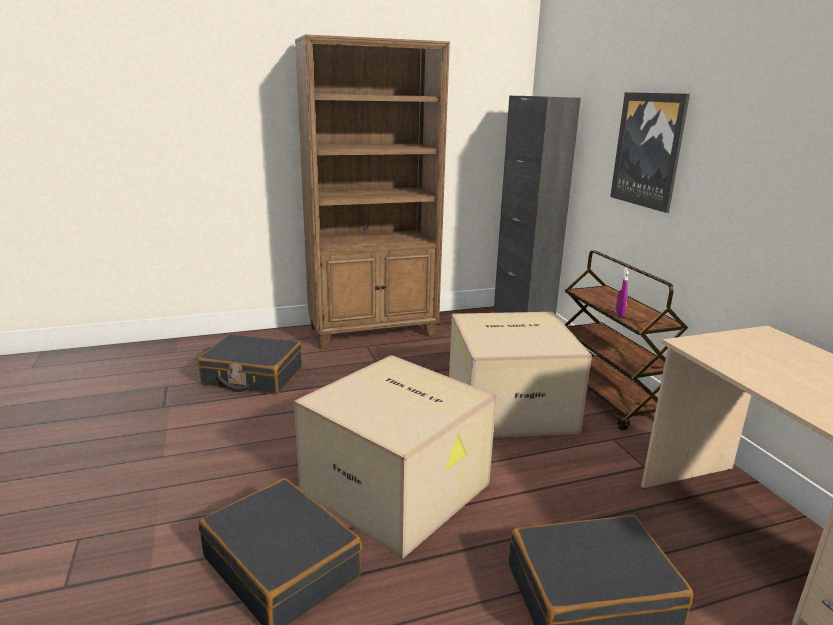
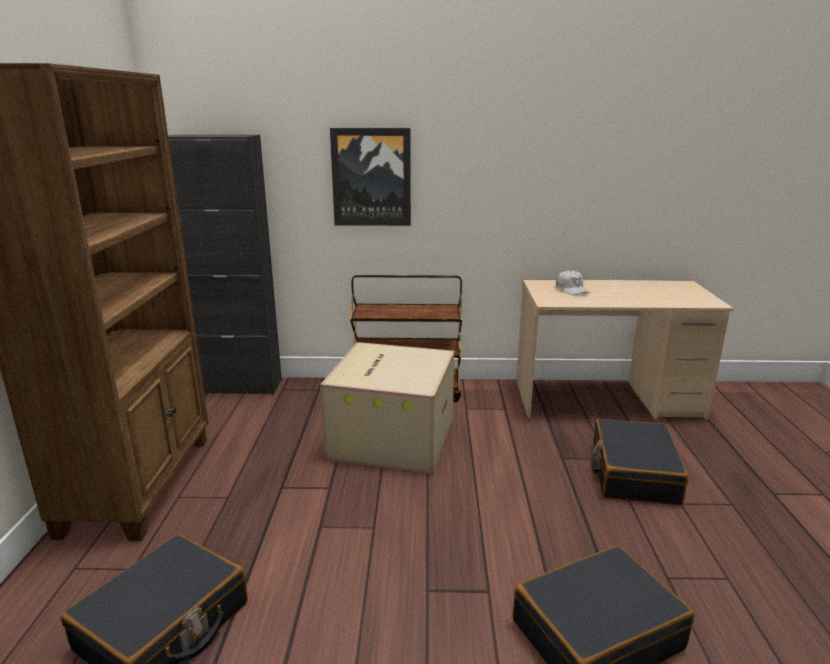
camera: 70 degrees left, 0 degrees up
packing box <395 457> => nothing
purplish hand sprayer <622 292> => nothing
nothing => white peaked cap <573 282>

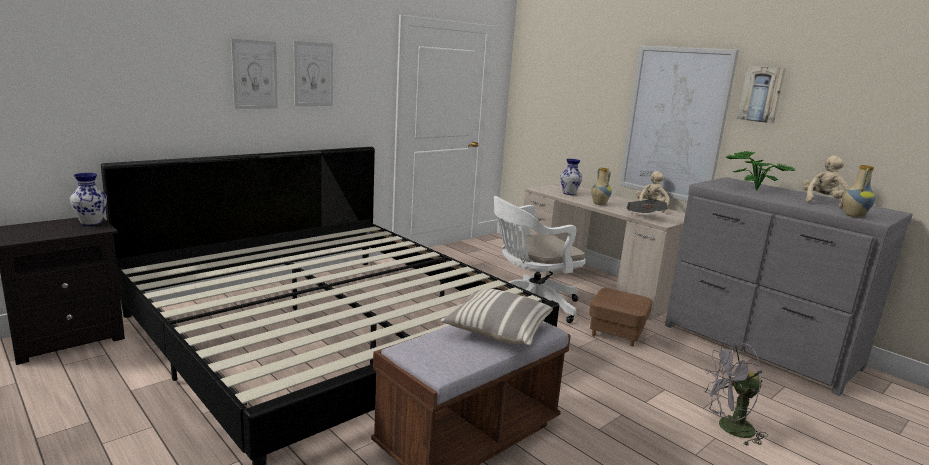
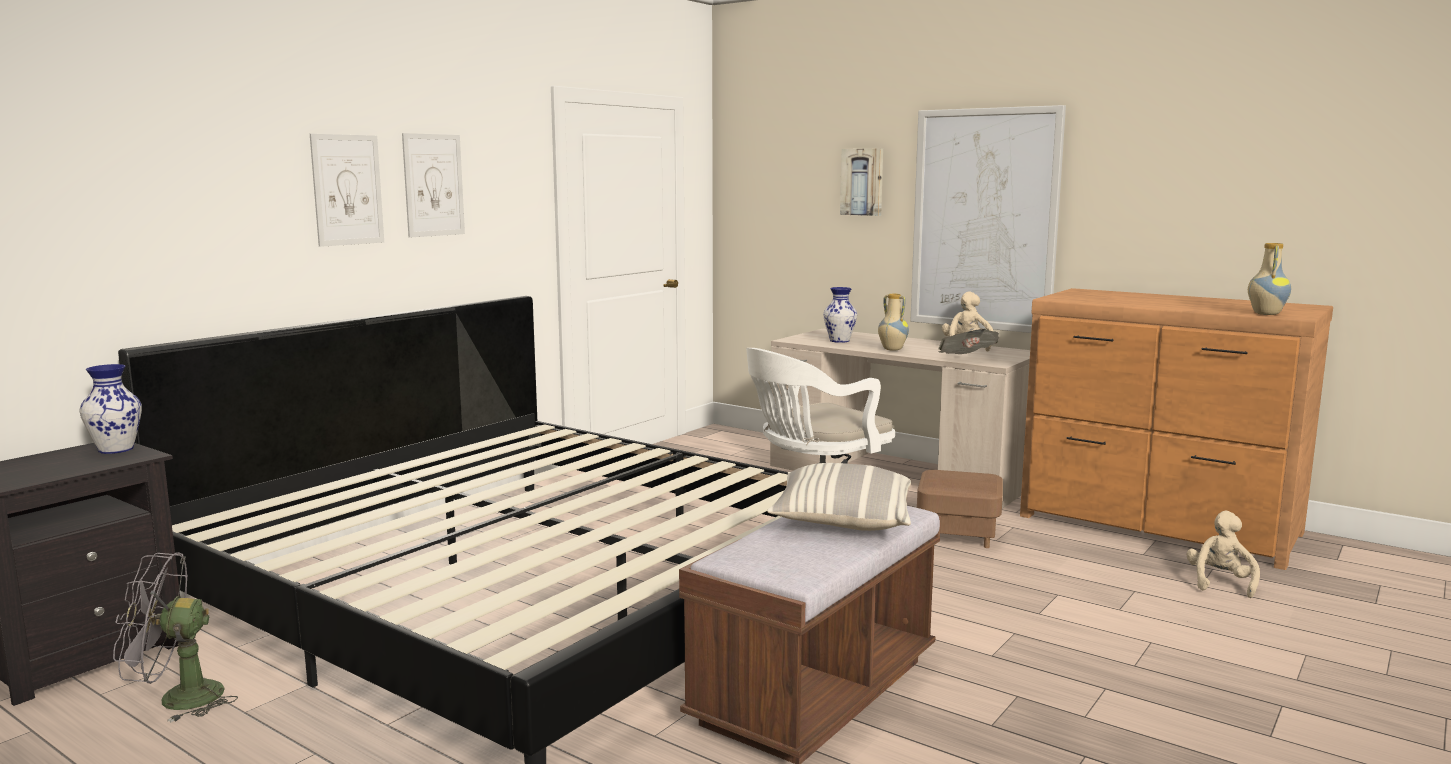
camera: 10 degrees left, 5 degrees down
gray dresser <788 286> => brown-coloured dresser <1176 429>
gray cooling fan <736 394> => gray cooling fan <175 637>, shifted
houseplant <760 170> => nothing
picture <761 95> => picture <861 182>, shifted
beige-coloured plush toy <826 182> => beige-coloured plush toy <1223 554>, shifted

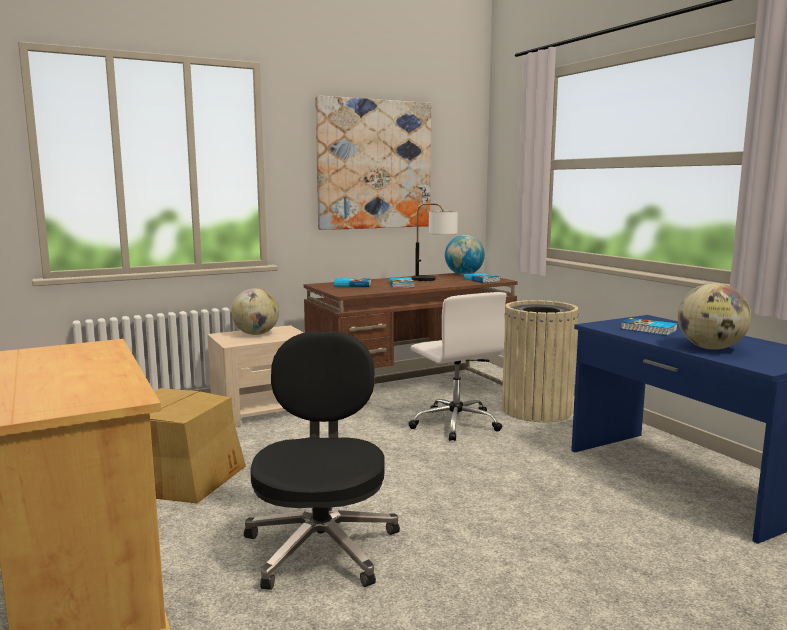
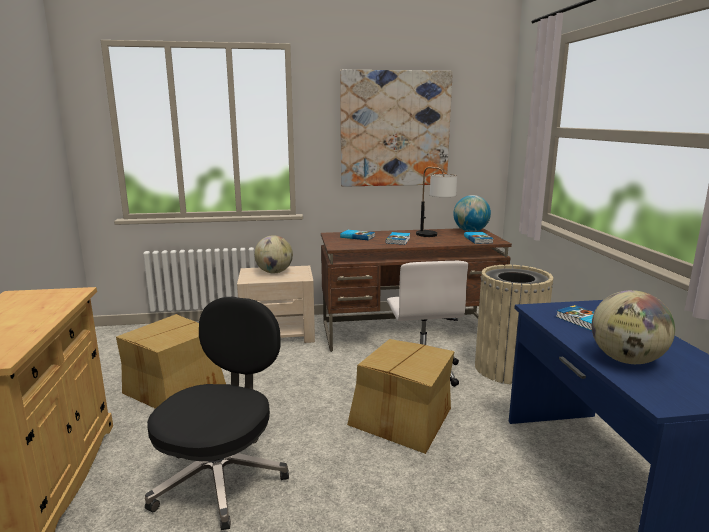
camera: 20 degrees right, 5 degrees up
nothing => packing box <401 396>

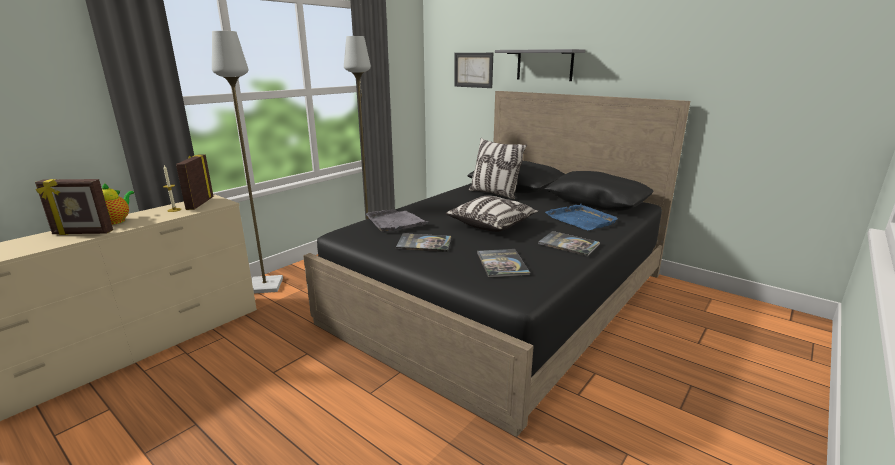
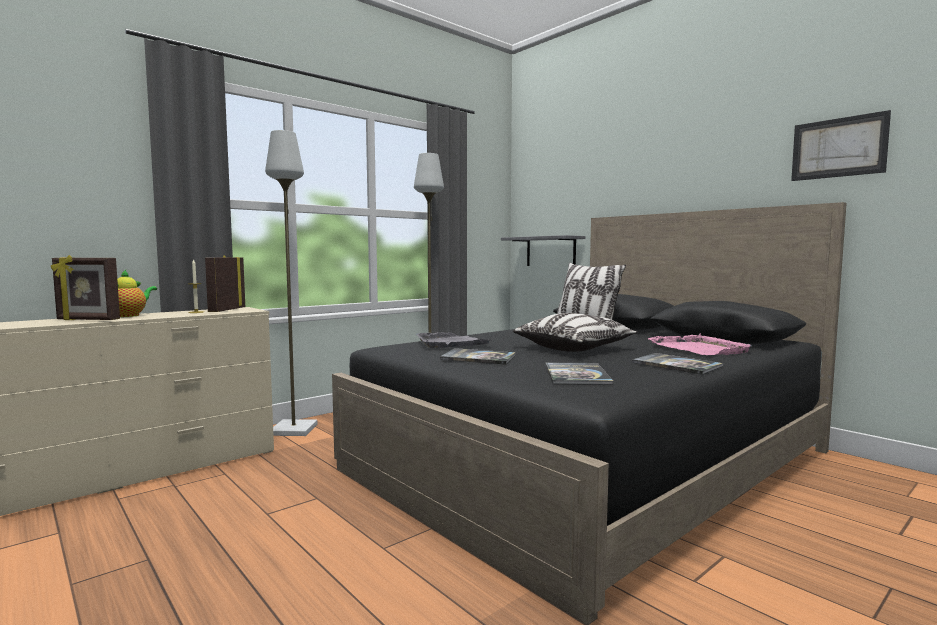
camera: 10 degrees right, 15 degrees down
picture <473 70> => picture <841 145>, shifted
gray shelf <540 65> => gray shelf <543 250>, shifted
blue tray <581 217> => pink tray <699 344>

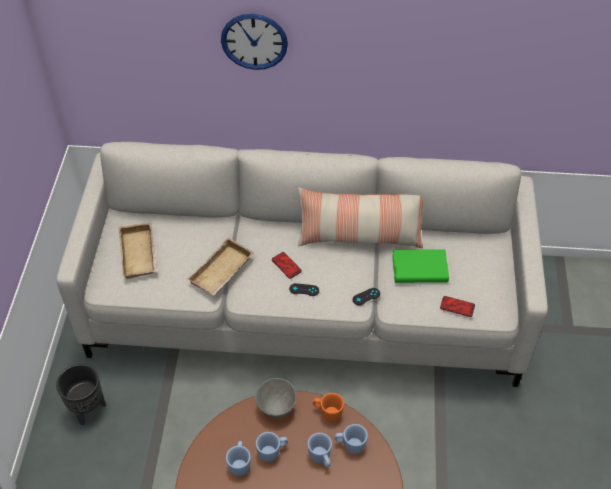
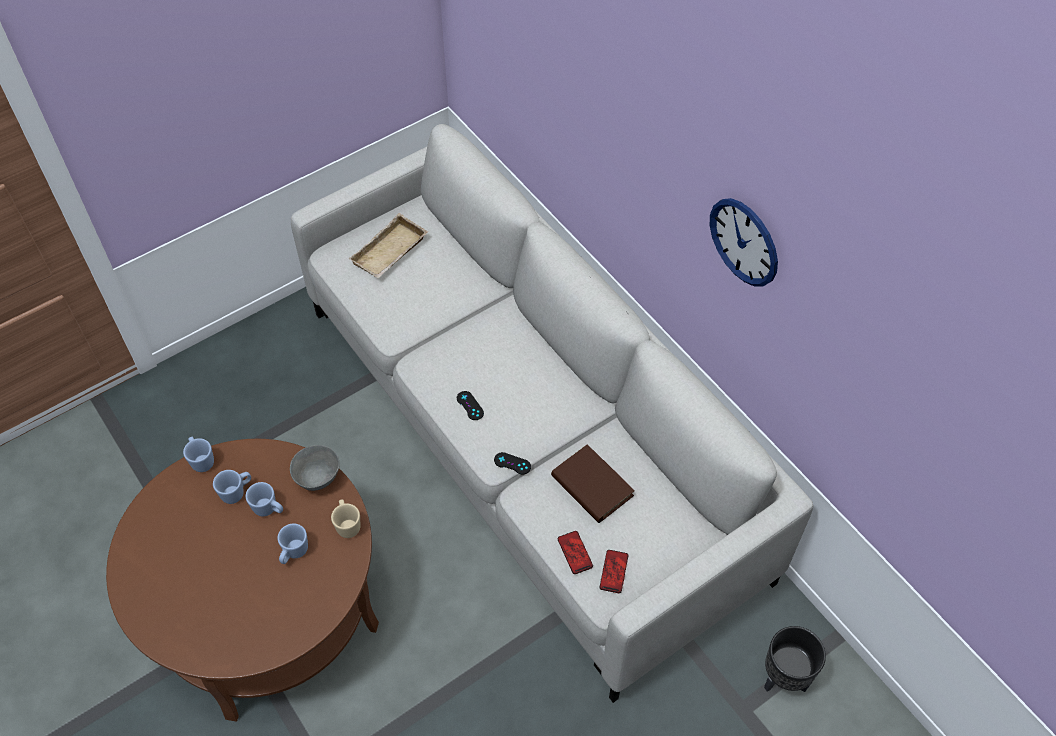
camera: 50 degrees right, 5 degrees up
blackish flower pot <81 394> => blackish flower pot <795 659>, shifted
beige-coloured tray <221 266> => nothing
wall clock <254 42> => wall clock <744 242>, shifted
telephone <287 265> => telephone <613 571>, shifted
pillow <360 217> => nothing
orangey coffee mug <328 407> => beige-coloured coffee mug <345 518>
blue coffee mug <351 439> => blue coffee mug <198 454>, shifted
greenish volume <420 266> => brown-coloured volume <593 483>

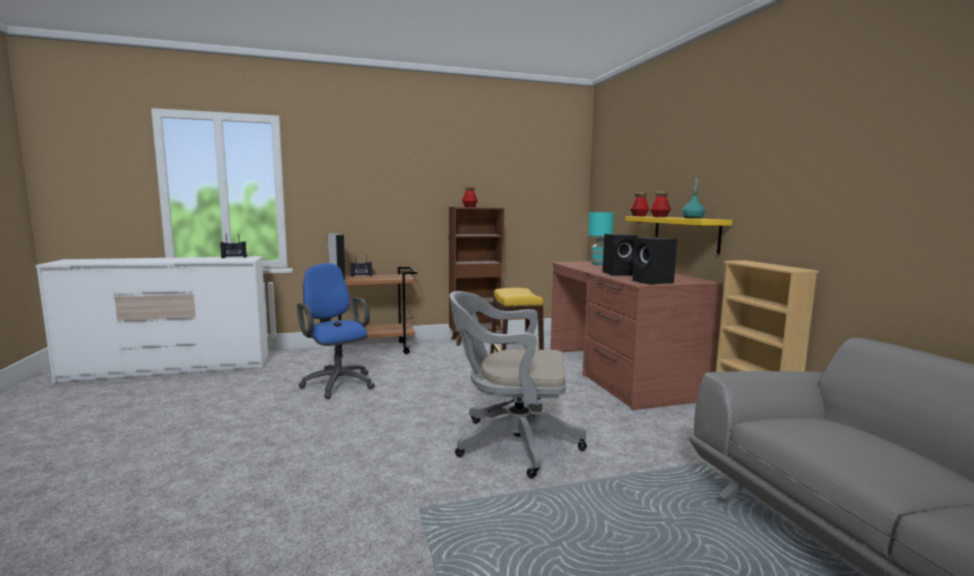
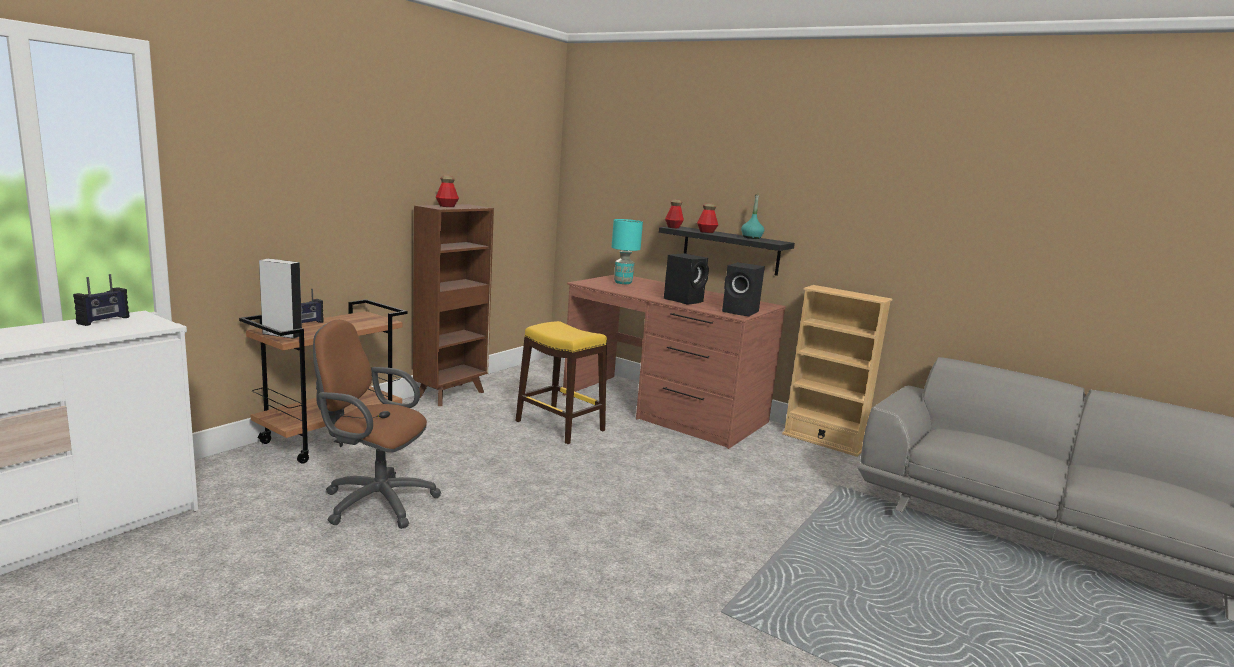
camera: 40 degrees left, 5 degrees up
blue office chair <336 331> => brown-coloured office chair <377 424>
gray office chair <518 385> => nothing
yellow-coloured shelf <678 235> => blackish shelf <727 251>

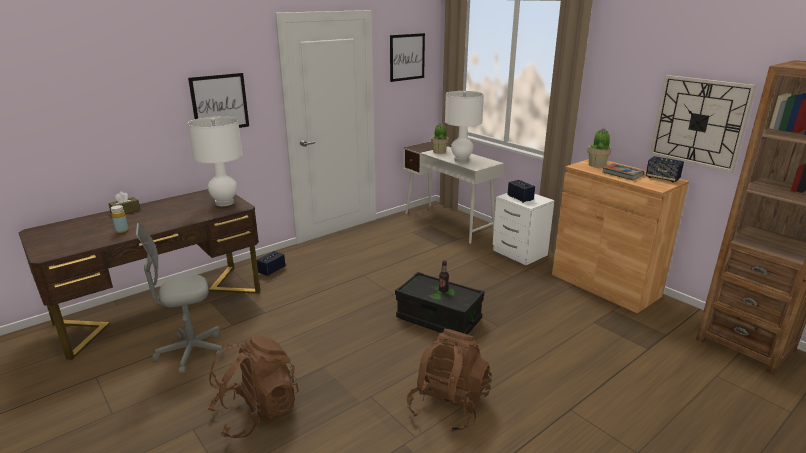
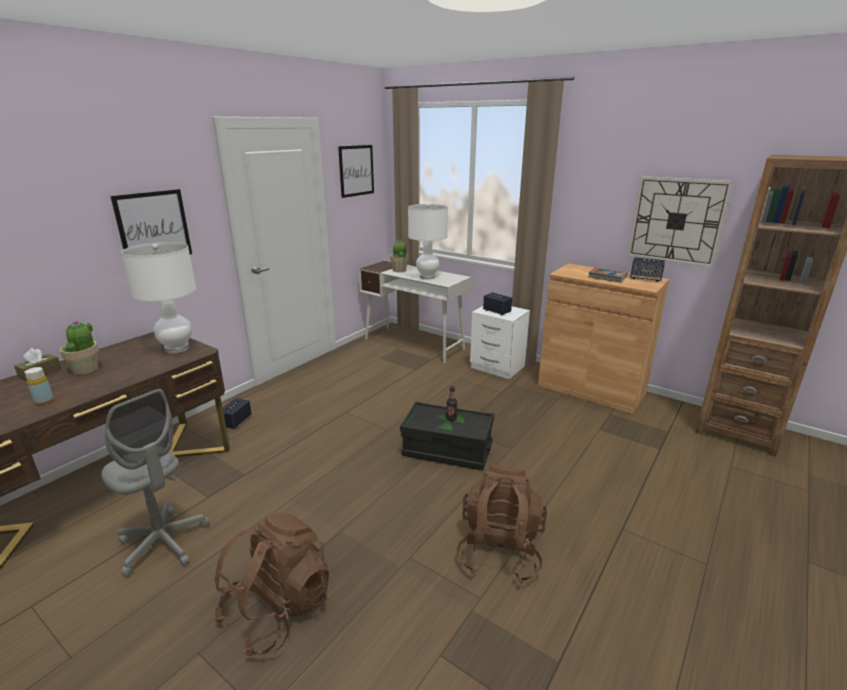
camera: 15 degrees left, 0 degrees up
gray office chair <180 298> => gray office chair <155 483>, 105 degrees counterclockwise
houseplant <599 148> => houseplant <79 347>, shifted

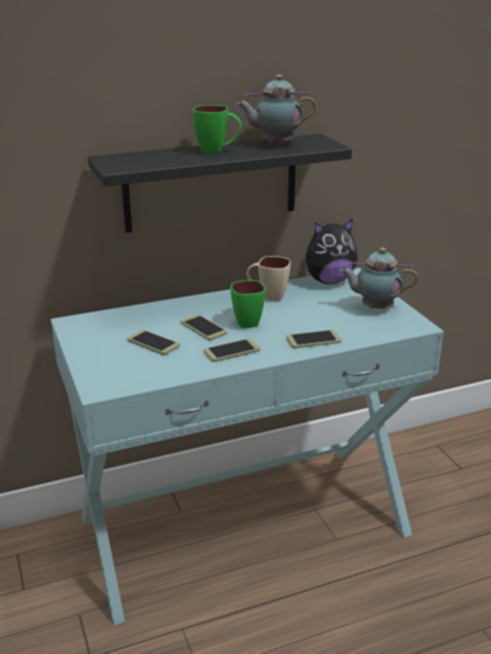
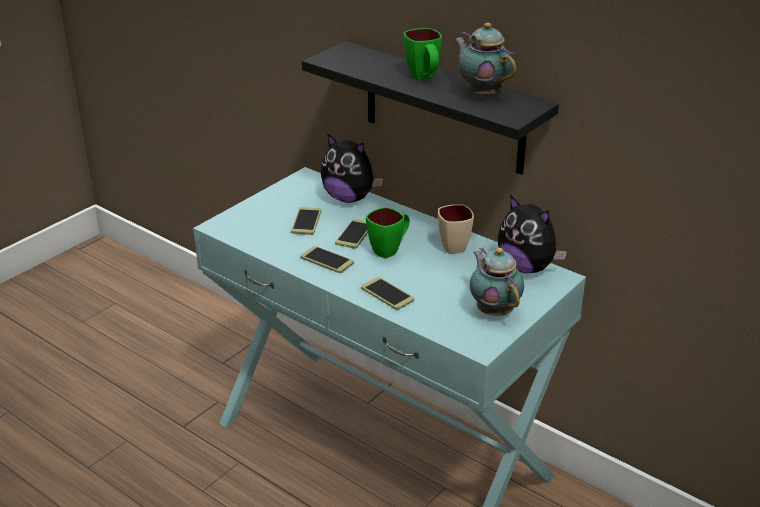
camera: 60 degrees right, 5 degrees up
nothing => plush toy <352 168>

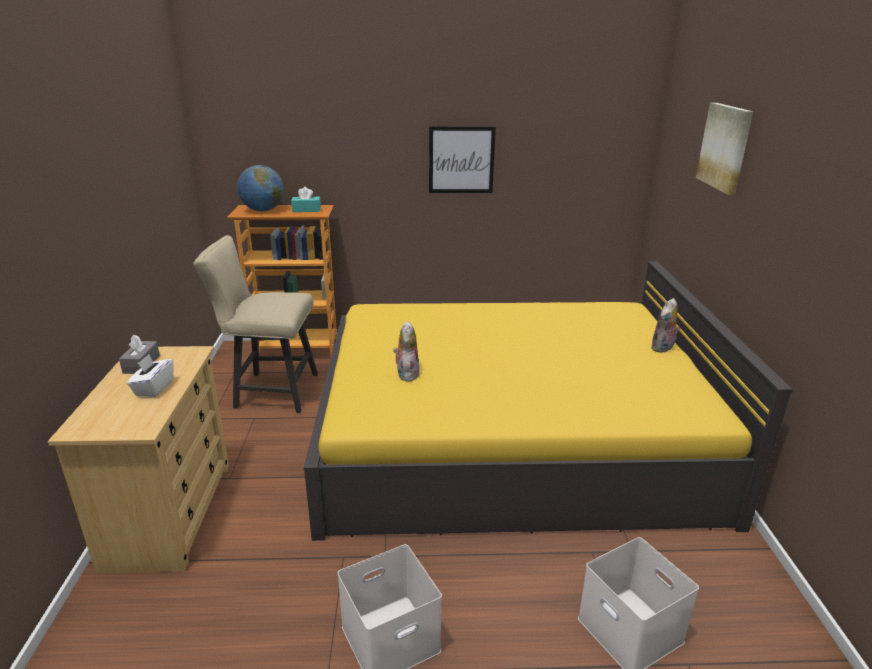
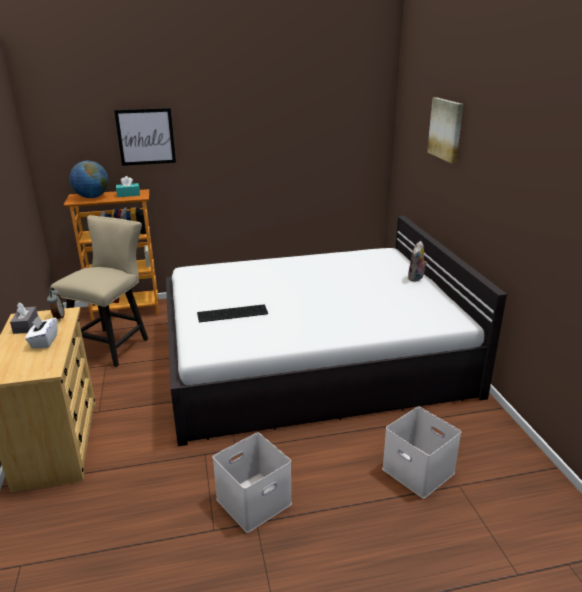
camera: 10 degrees left, 0 degrees up
beige-coloured plain chair <255 324> => beige-coloured plain chair <99 291>, 120 degrees clockwise
yellow-coloured bedroom bed <548 401> => white bedroom bed <336 331>
plush toy <406 351> => keyboard <232 313>
picture <462 159> => picture <145 137>, shifted
nothing => bedside clock <55 304>

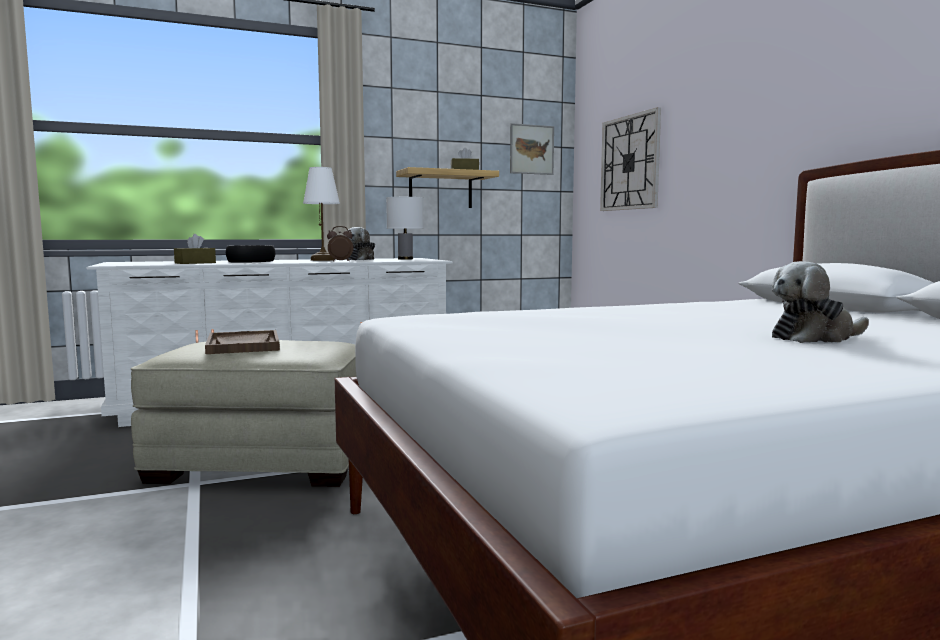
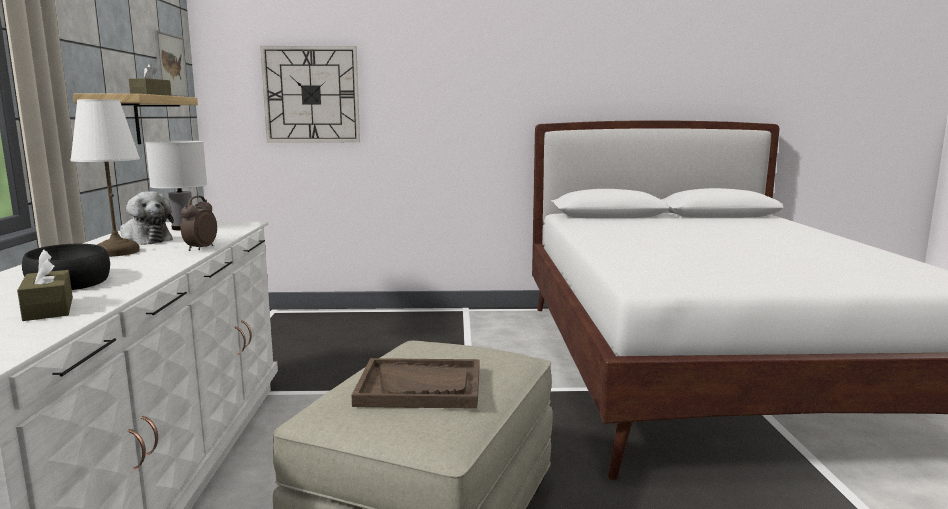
camera: 70 degrees left, 5 degrees up
plush toy <820 302> => nothing

